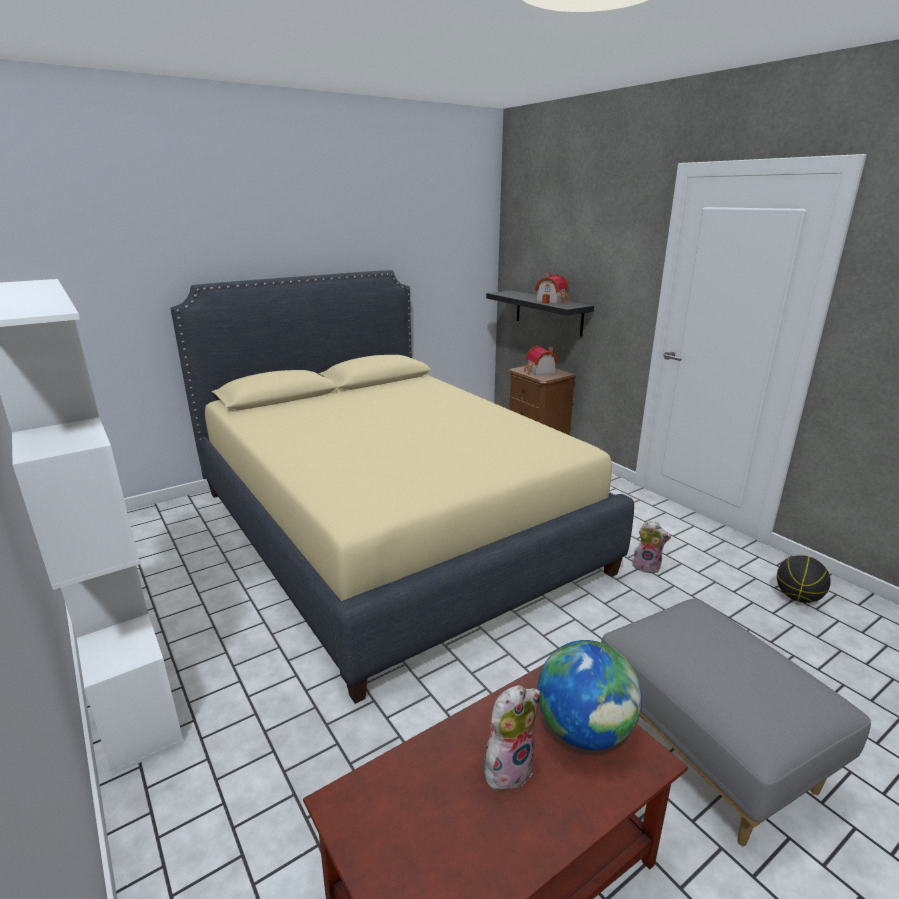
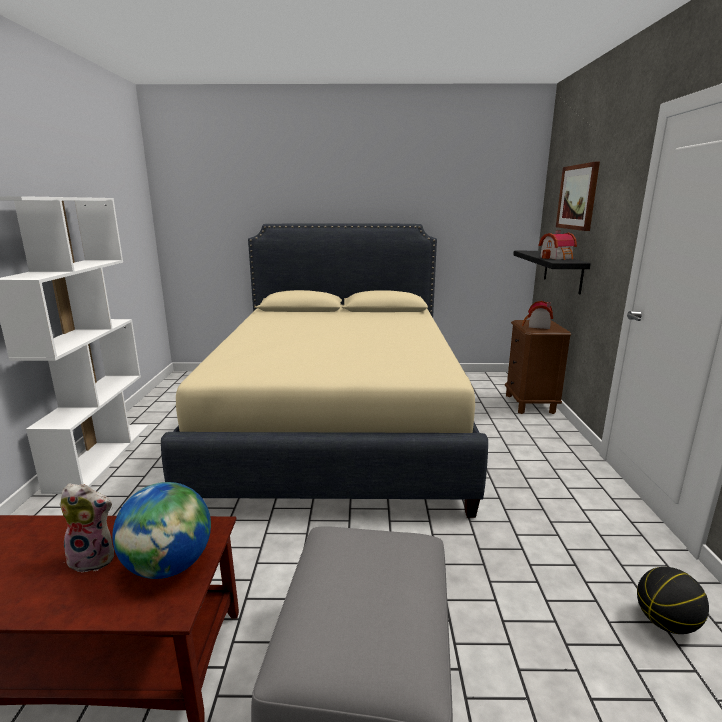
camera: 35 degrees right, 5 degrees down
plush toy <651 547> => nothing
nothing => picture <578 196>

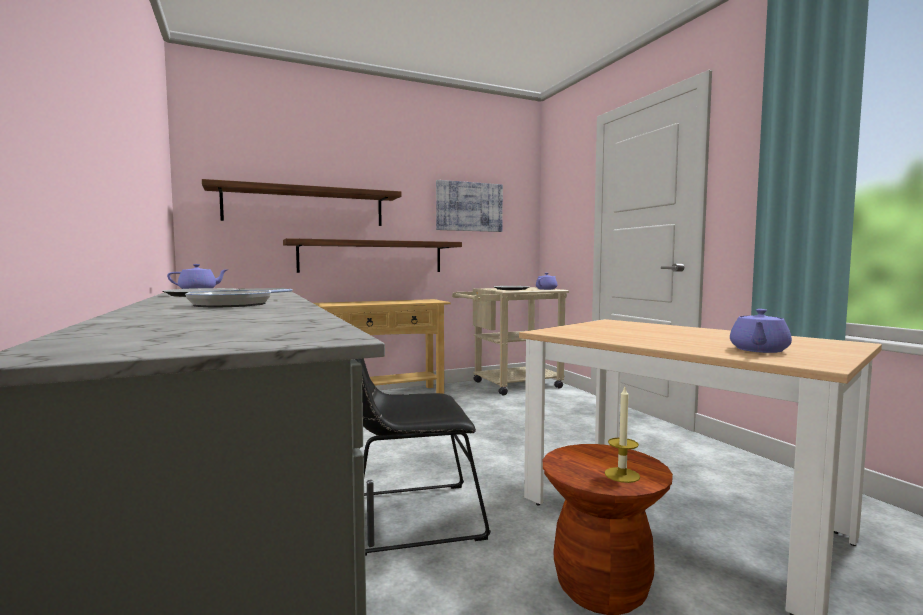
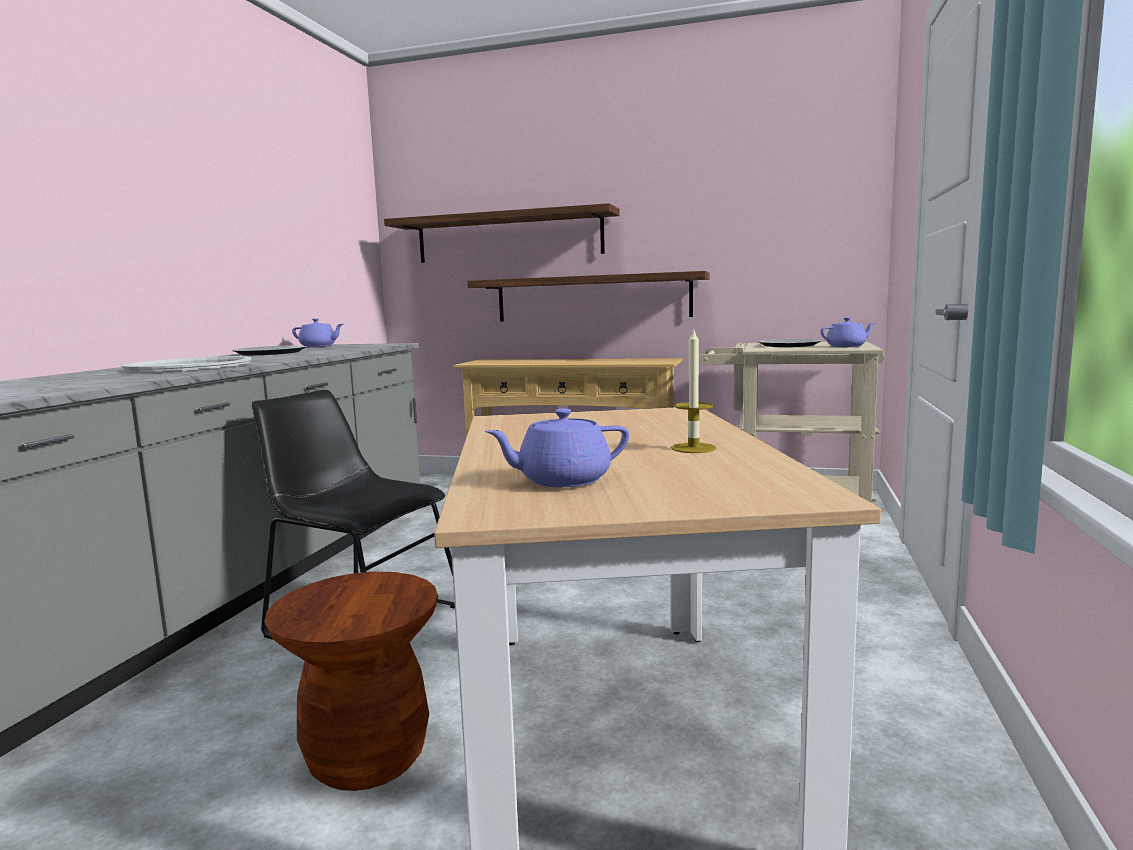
camera: 40 degrees right, 5 degrees up
frying pan <239 298> => white tray <186 364>
picture <469 206> => nothing
wax candle <622 435> => wax candle <694 390>, shifted

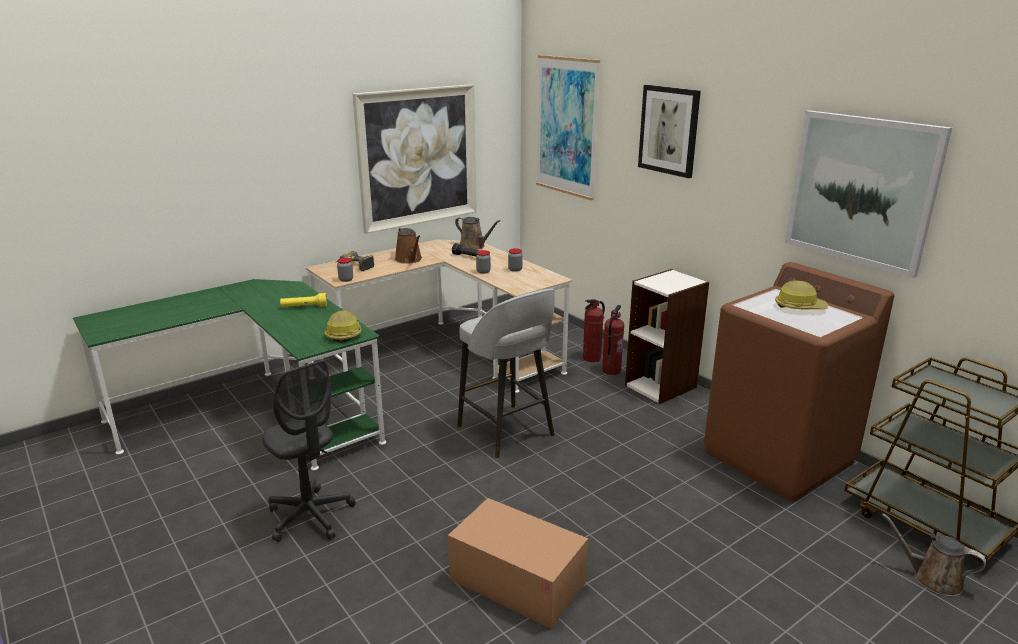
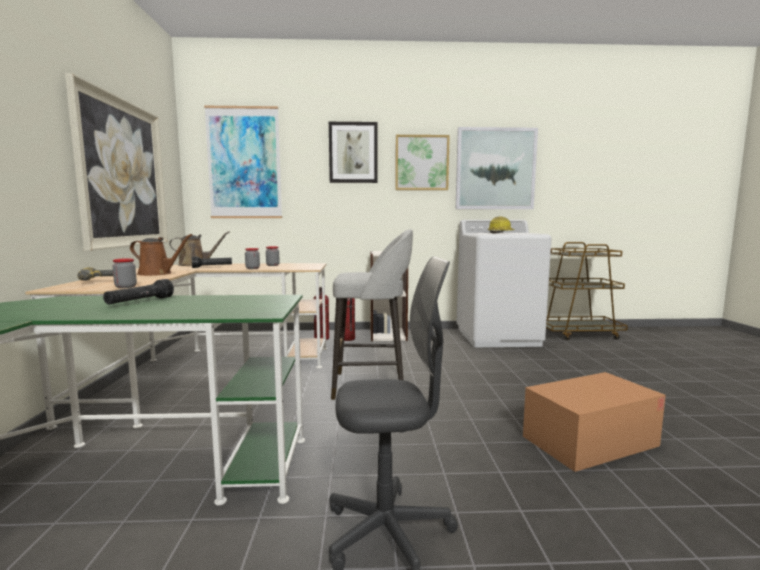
camera: 55 degrees left, 15 degrees down
yellow-coloured flashlight <303 300> => blackish flashlight <138 291>
work helmet <342 327> => nothing
brown-coloured laundry machine <799 381> => white laundry machine <504 283>
brown-coloured sprinkling can <934 555> => nothing
nothing => picture <422 162>

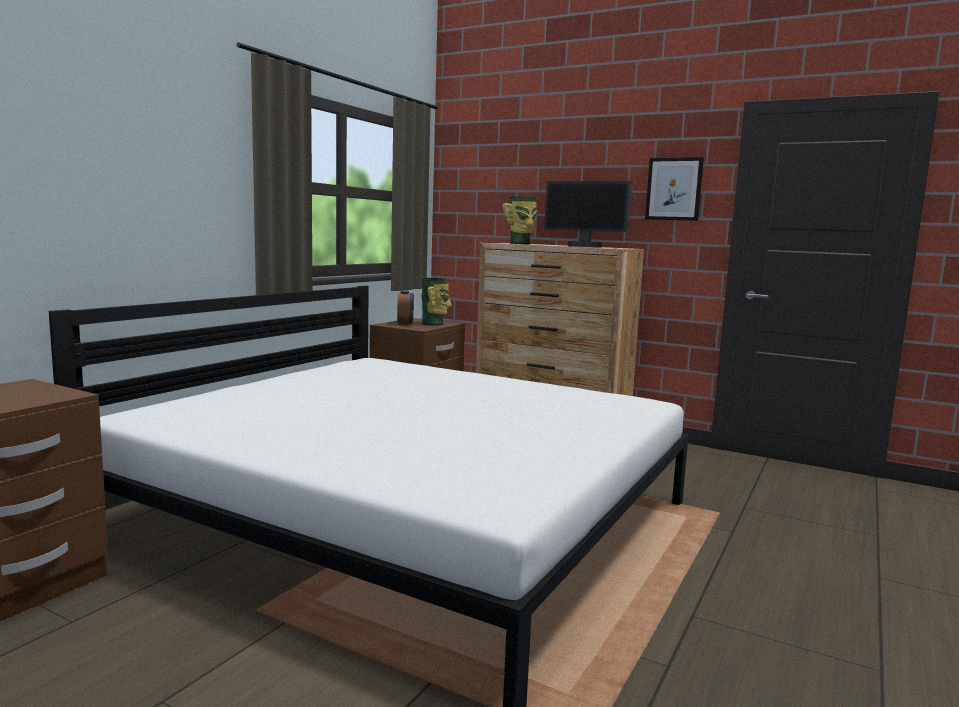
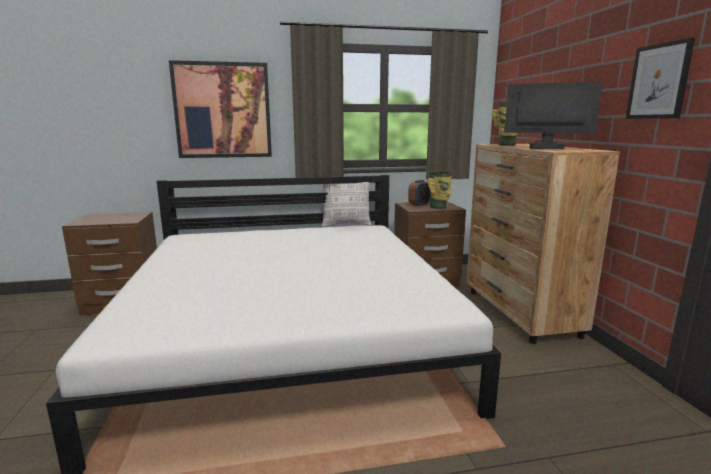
camera: 50 degrees right, 5 degrees up
monitor <588 214> => monitor <553 115>, 120 degrees clockwise
nothing => picture <220 109>
nothing => pillow <347 204>

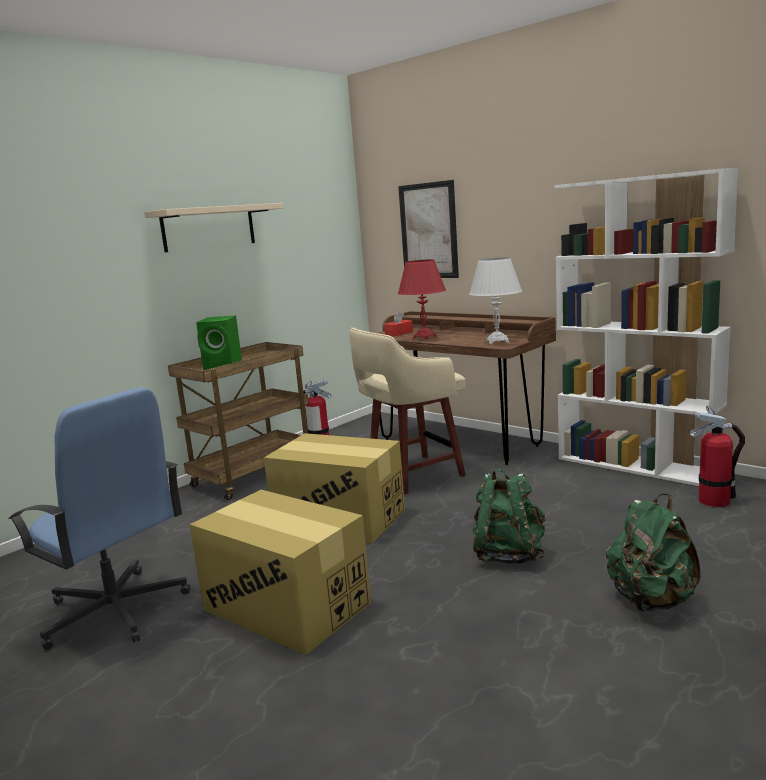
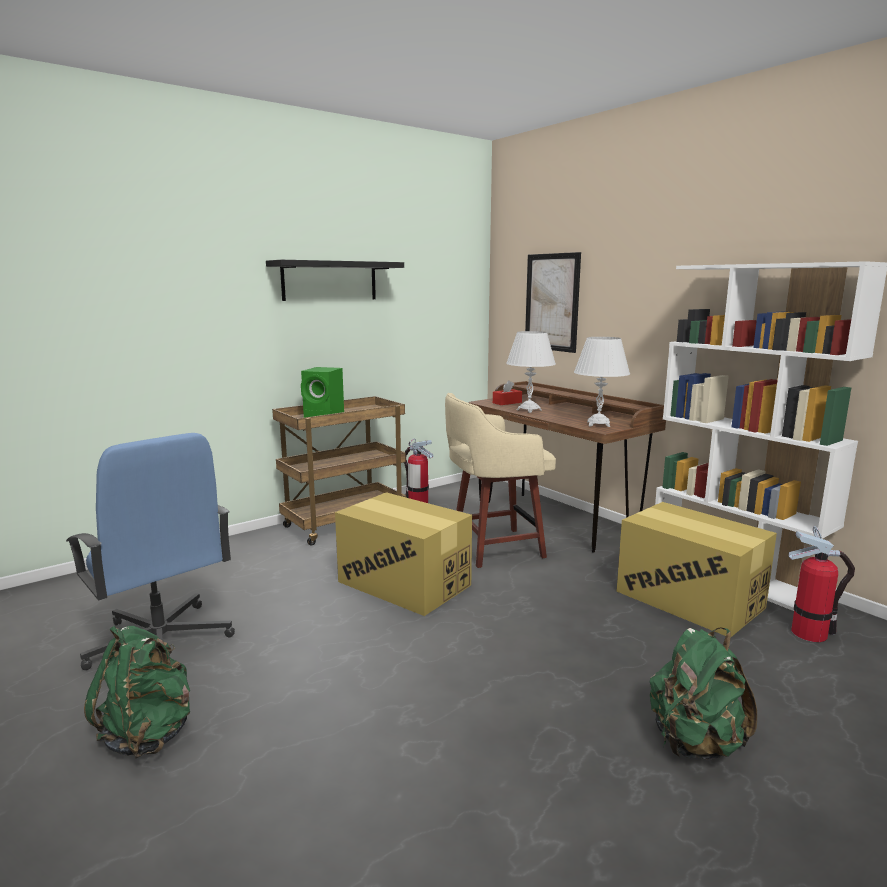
camera: 10 degrees right, 0 degrees up
beige-coloured shelf <213 228> => blackish shelf <335 280>
packing box <280 572> => packing box <696 569>, shifted
red-coloured tabletop lamp <422 299> => white tabletop lamp <531 372>
greenish knapsack <509 516> => greenish knapsack <137 692>, shifted

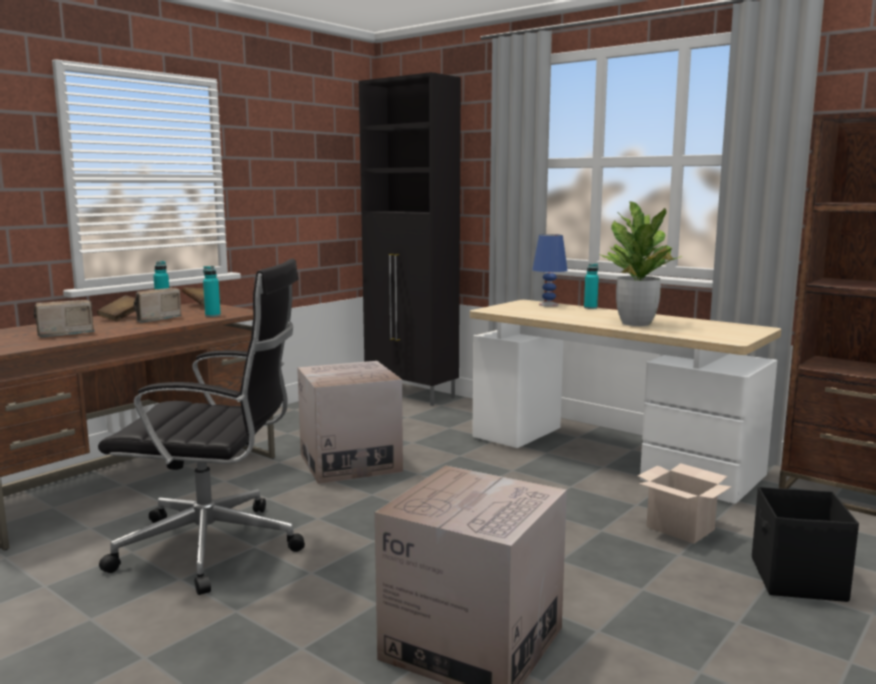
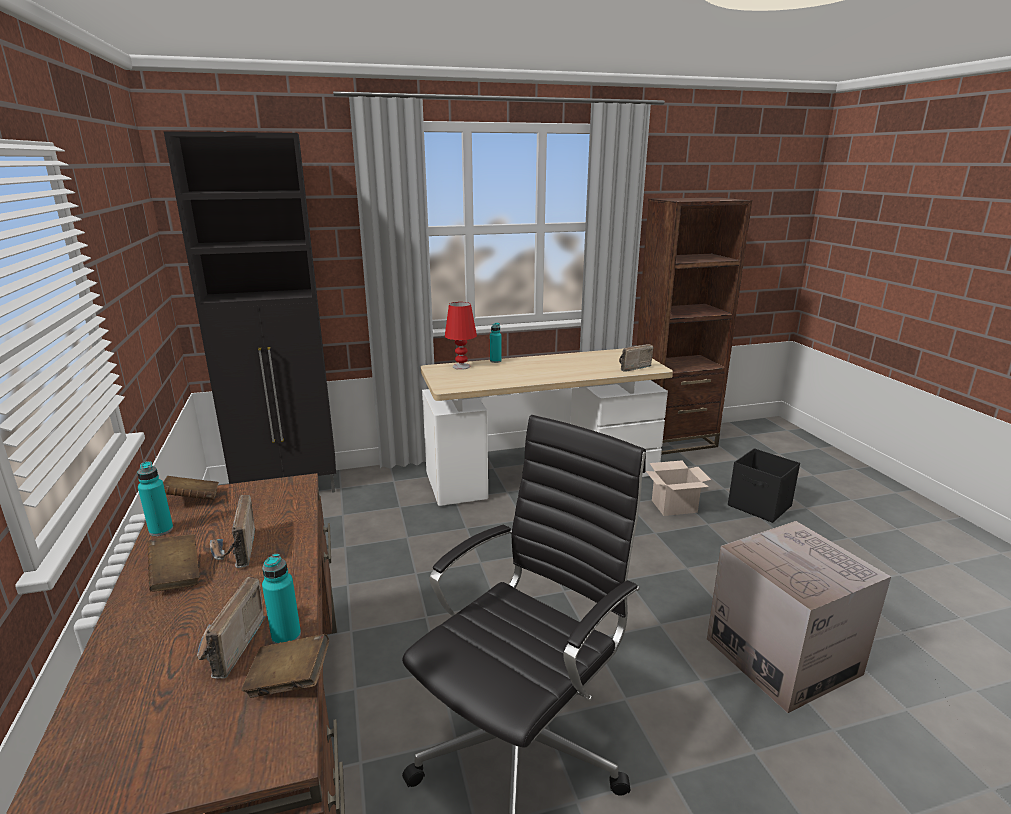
camera: 55 degrees left, 10 degrees up
turquoise bottle <212 291> => turquoise bottle <281 599>, shifted
packing box <350 422> => nothing
blue tabletop lamp <550 270> => red-coloured tabletop lamp <461 336>
houseplant <642 264> => nothing
nothing => brown-coloured volume <285 666>
nothing => radio set <636 358>

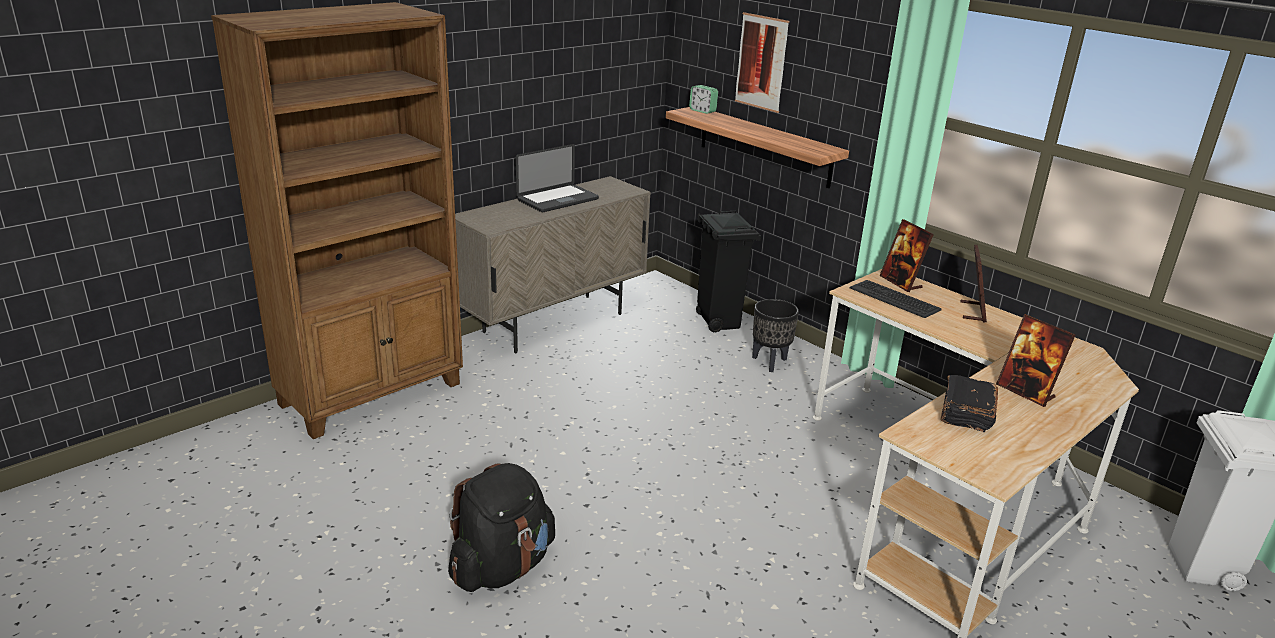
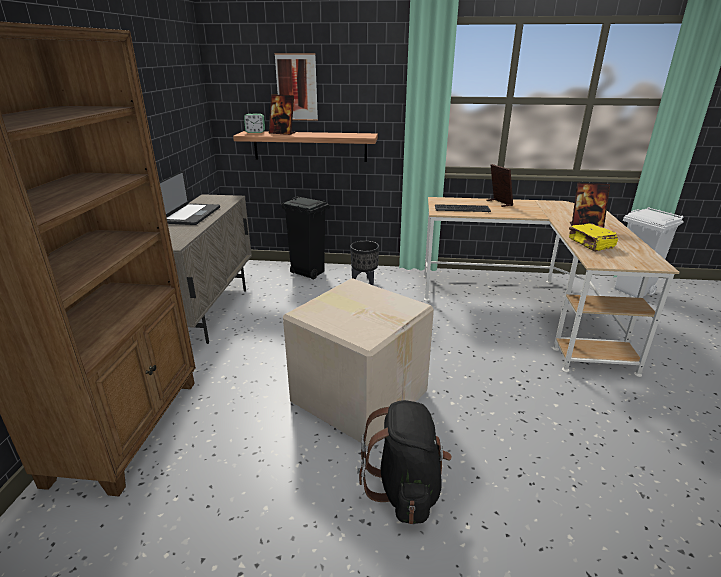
camera: 40 degrees left, 0 degrees up
photo frame <906 255> => photo frame <282 114>, shifted
blackish volume <969 403> => yellow-coloured volume <593 237>
nothing => packing box <358 362>

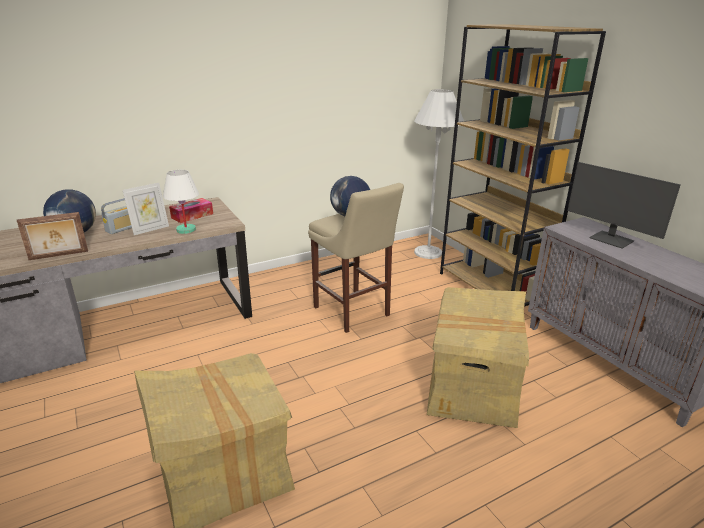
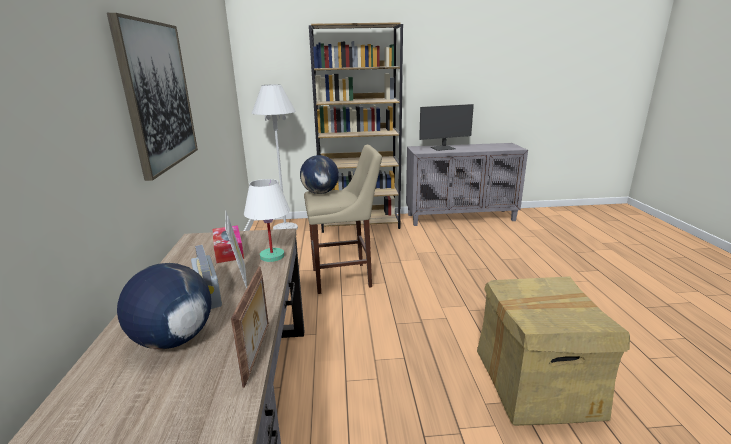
camera: 65 degrees left, 5 degrees down
packing box <478 357> => nothing
nothing => picture <152 97>

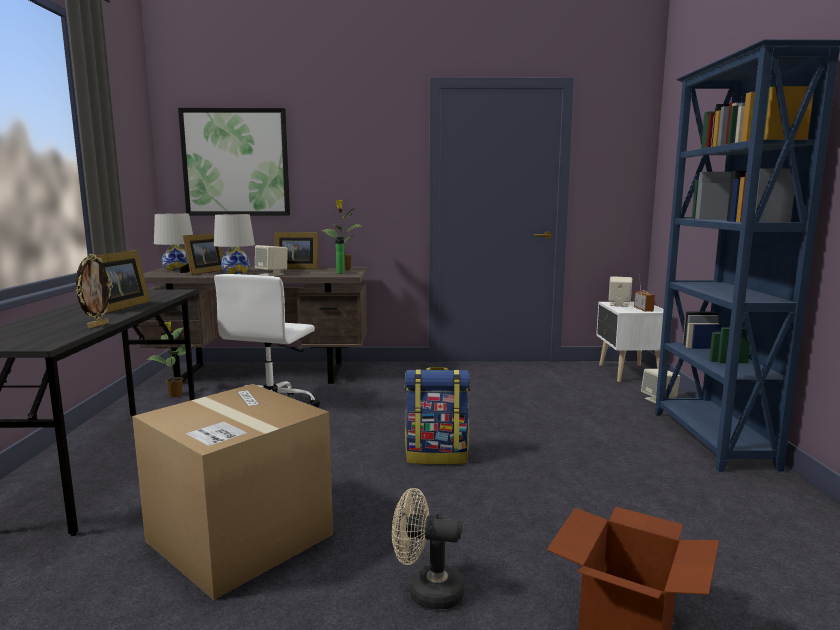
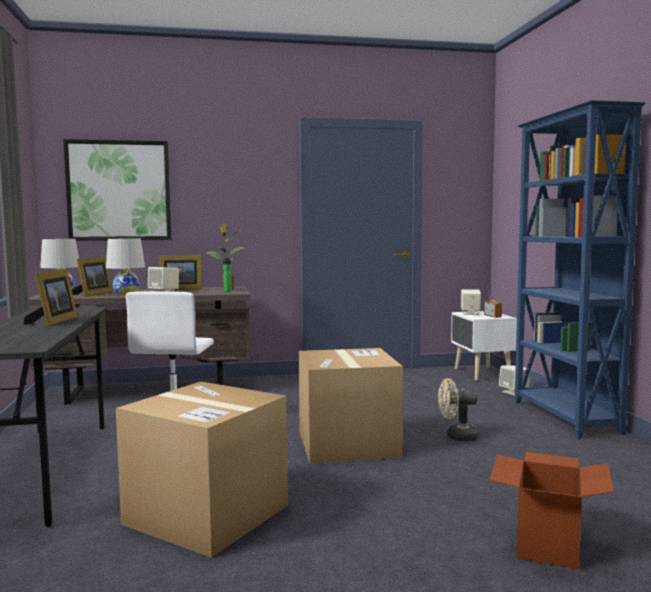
camera: 10 degrees left, 5 degrees down
photo frame <94 291> => nothing
houseplant <170 359> => nothing
beige-coloured cooling fan <428 549> => beige-coloured cooling fan <458 409>, shifted
knapsack <437 416> => packing box <351 406>

